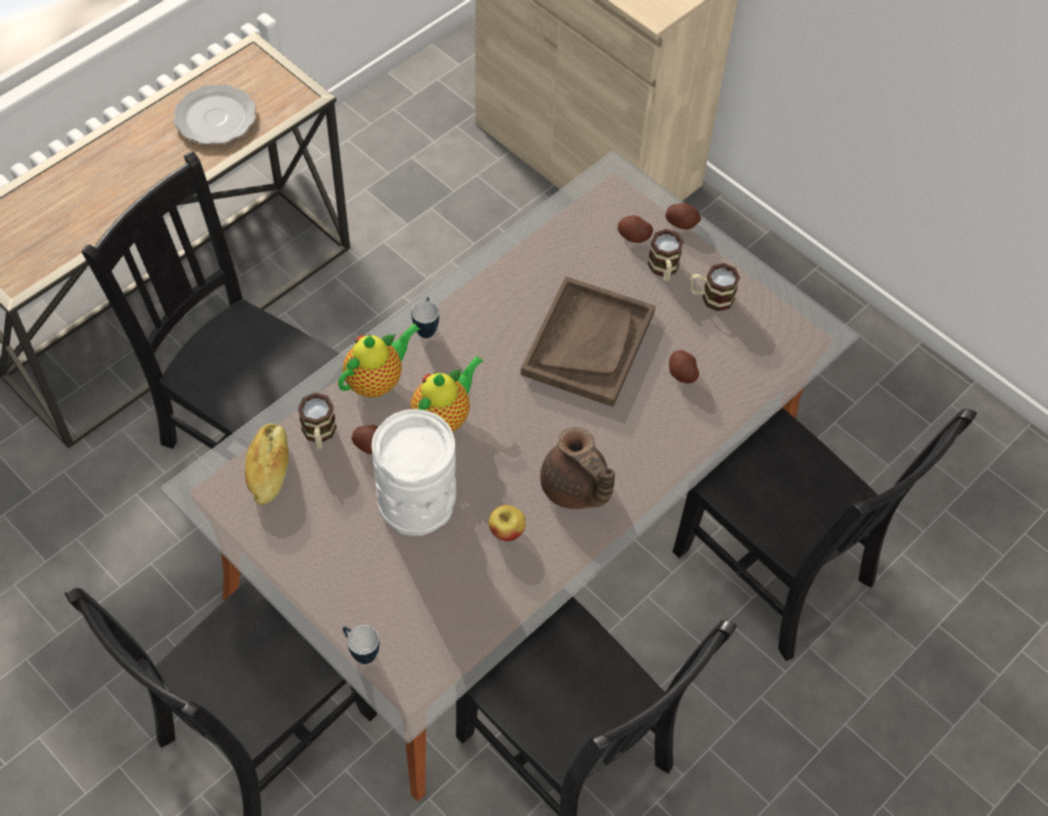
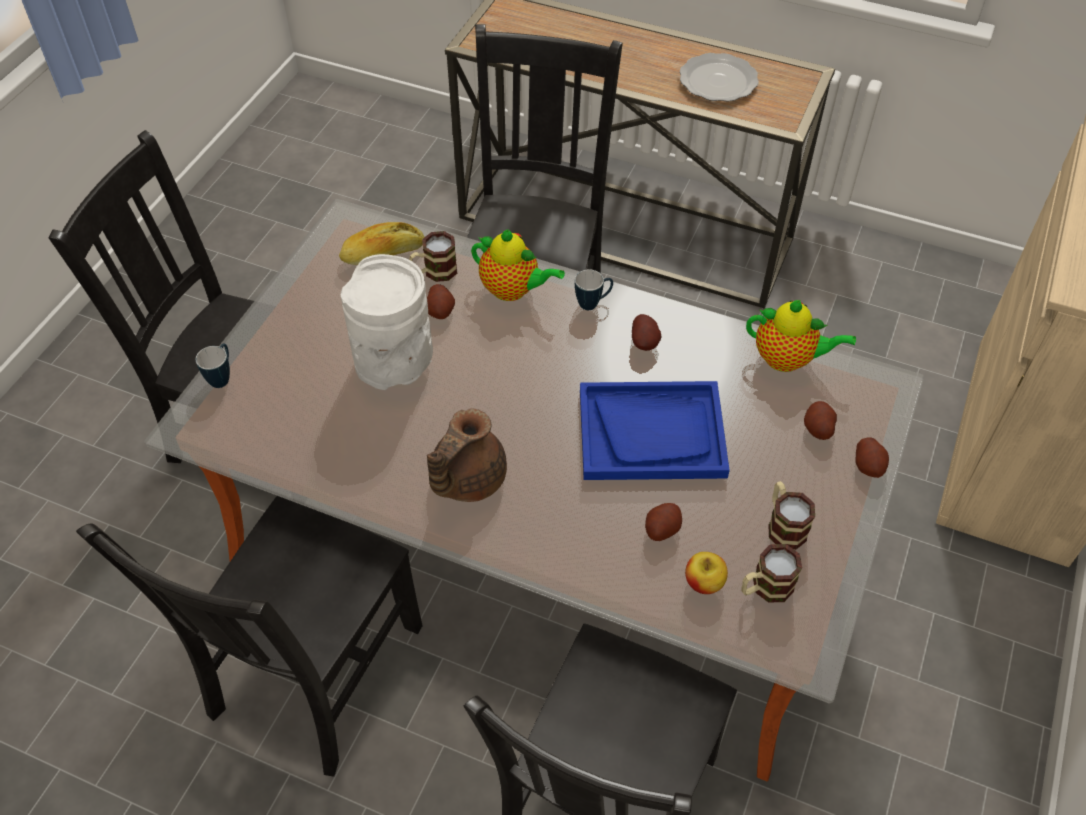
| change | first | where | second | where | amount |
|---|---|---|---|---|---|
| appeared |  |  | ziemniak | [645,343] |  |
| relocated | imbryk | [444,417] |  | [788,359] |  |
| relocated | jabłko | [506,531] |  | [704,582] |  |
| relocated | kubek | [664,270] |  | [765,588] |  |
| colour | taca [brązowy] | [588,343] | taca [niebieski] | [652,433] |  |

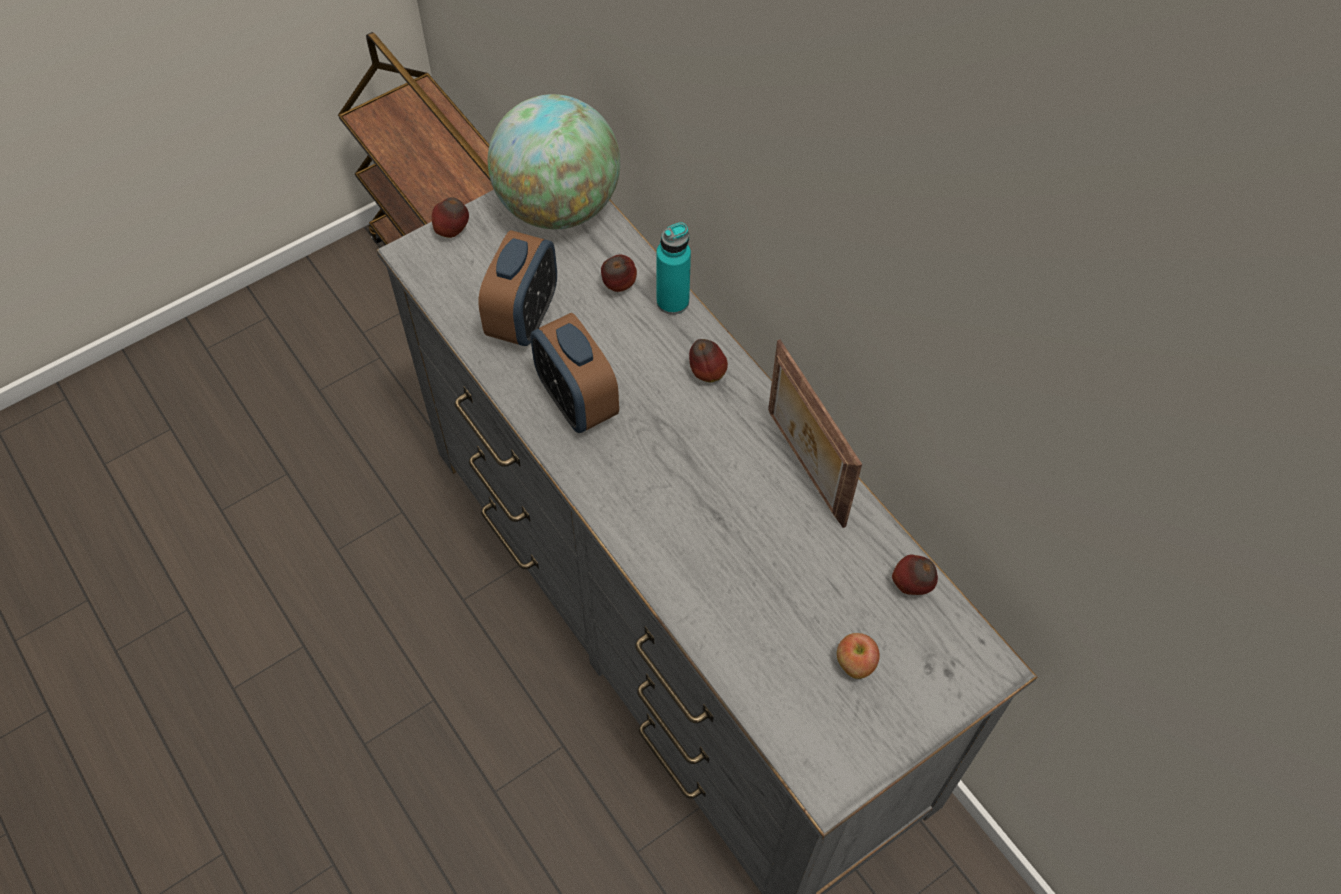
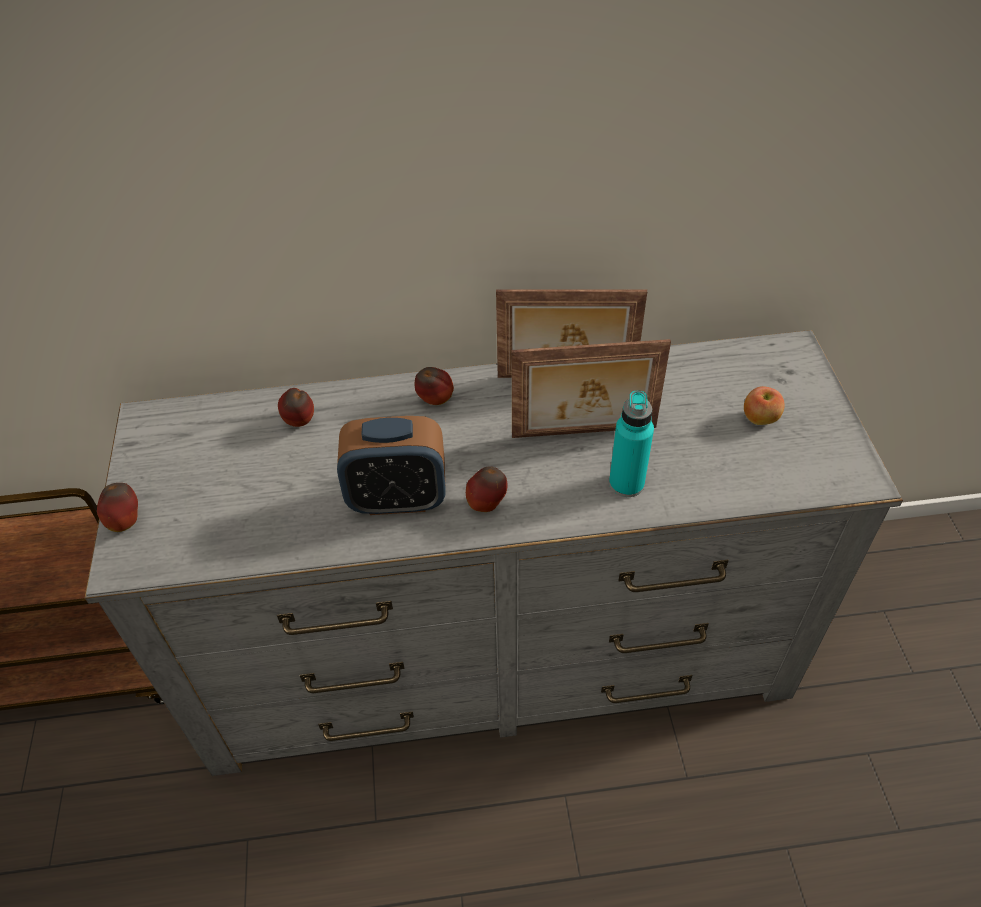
| change | first | where | second | where | amount |
|---|---|---|---|---|---|
| missing | budzik | [523,317] |  |  |  |
| missing | globus | [558,206] |  |  |  |
| appeared |  |  | ramka na zdjęcie | [584,433] |  |
| relocated | butelka [turkusowy] | [672,301] |  | [626,483] |  |
| relocated | jabłko | [911,586] |  | [487,504] |  |

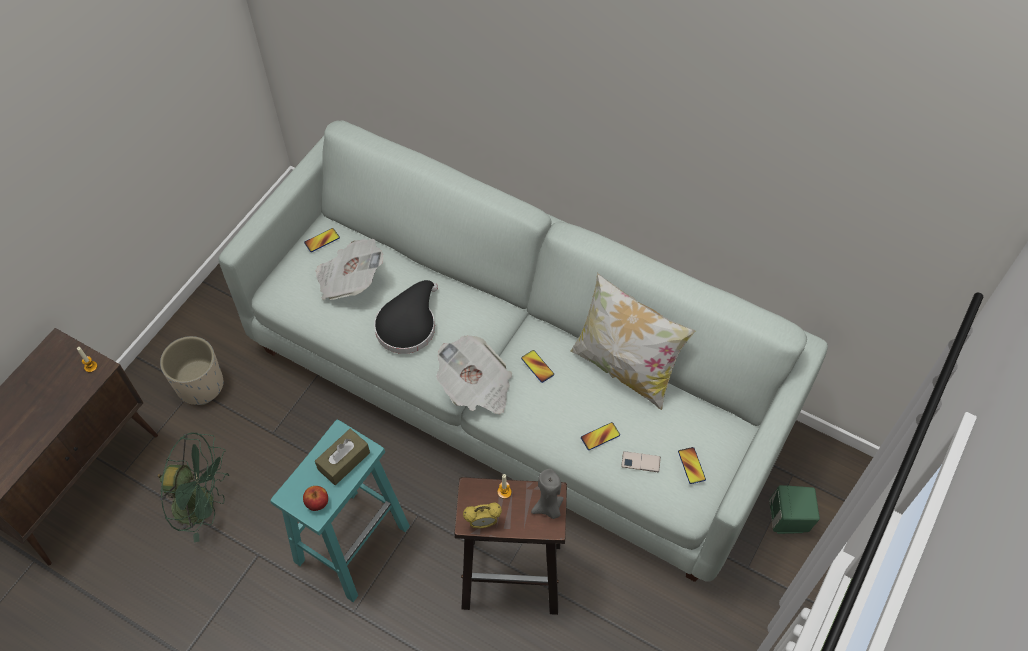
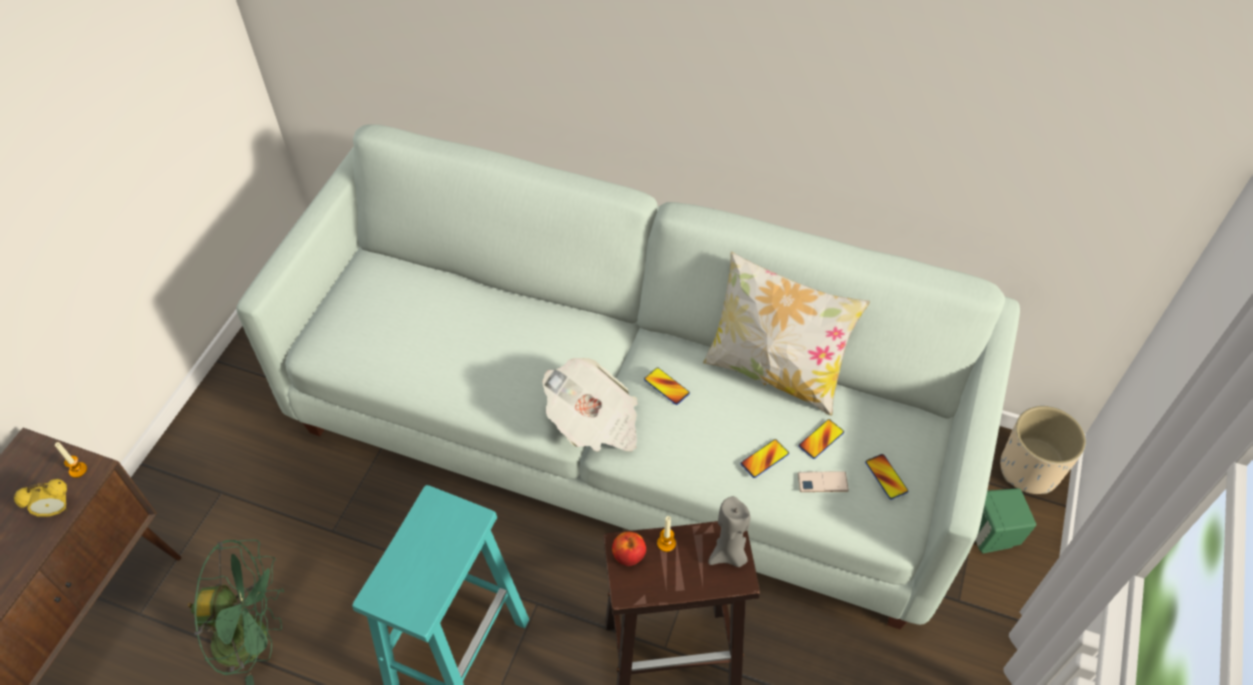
| change | first | where | second | where | amount |
|---|---|---|---|---|---|
| missing | gazeta | [349,280] |  |  |  |
| missing | pudełko chusteczek [brązowy] | [344,461] |  |  |  |
| missing | kapelusz [czarny] | [408,324] |  |  |  |
| relocated | donica [beżowy] | [201,385] |  | [1030,469] |  |
| relocated | jabłko | [317,503] |  | [628,555] |  |
| relocated | telefon | [322,240] |  | [821,439] |  |
| relocated | budzik | [483,523] |  | [56,510] |  |

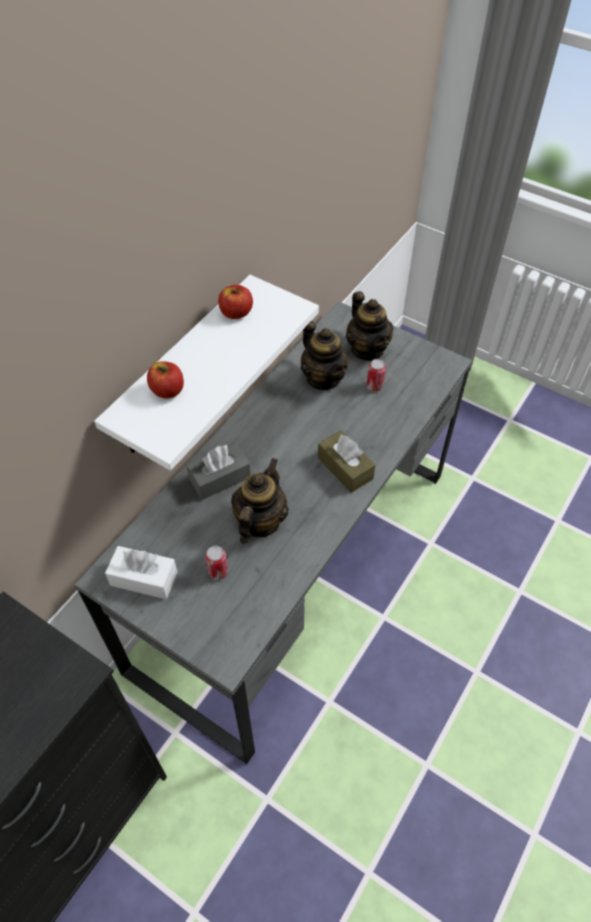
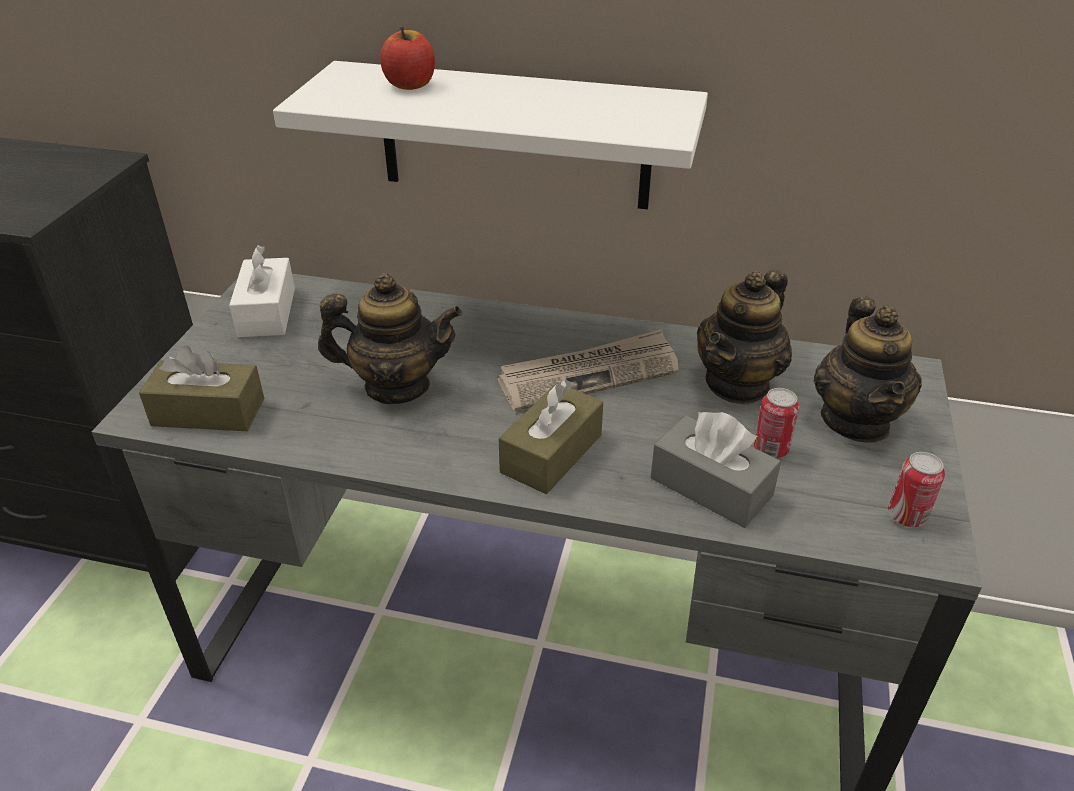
| change | first | where | second | where | amount |
|---|---|---|---|---|---|
| missing | jabłko | [236,313] |  |  |  |
| appeared |  |  | pudełko chusteczek [brązowy] | [208,412] |  |
| appeared |  |  | gazeta | [589,374] |  |
| relocated | pudełko chusteczek [szary] | [220,478] |  | [711,487] |  |
| relocated | puszka | [218,572] |  | [906,516] |  |
| spun | imbryk | [367,349] |  | [856,421] | 45 degrees counterclockwise |

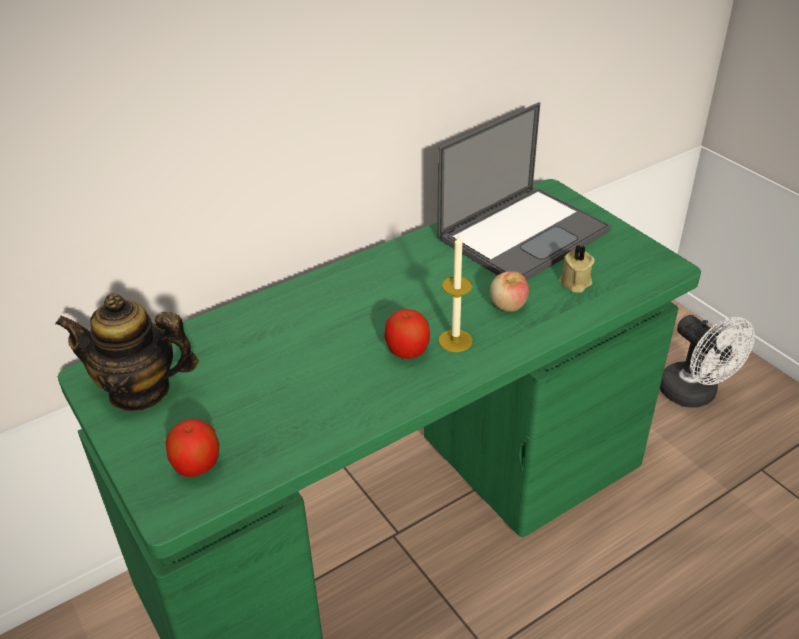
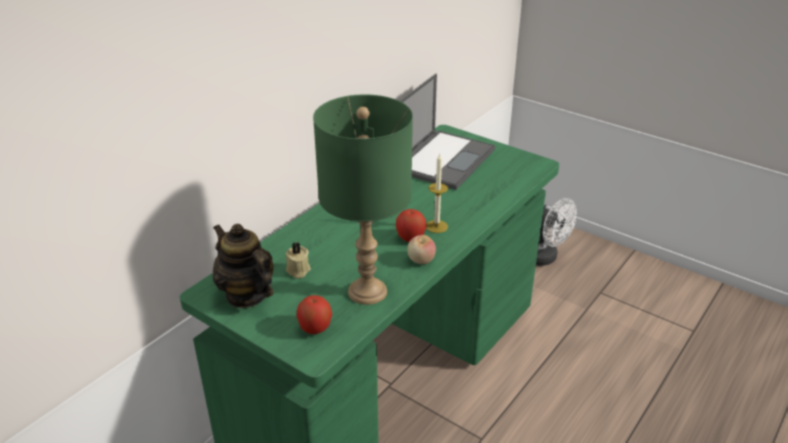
| change | first | where | second | where | amount |
|---|---|---|---|---|---|
| appeared |  |  | lampa stołowa [zielony] | [367,292] |  |
| relocated | jabłko | [508,305] |  | [421,260] |  |
| relocated | świeca [beżowy] | [575,283] |  | [298,271] |  |
| spun | imbryk | [140,390] |  | [246,295] | 60 degrees clockwise |

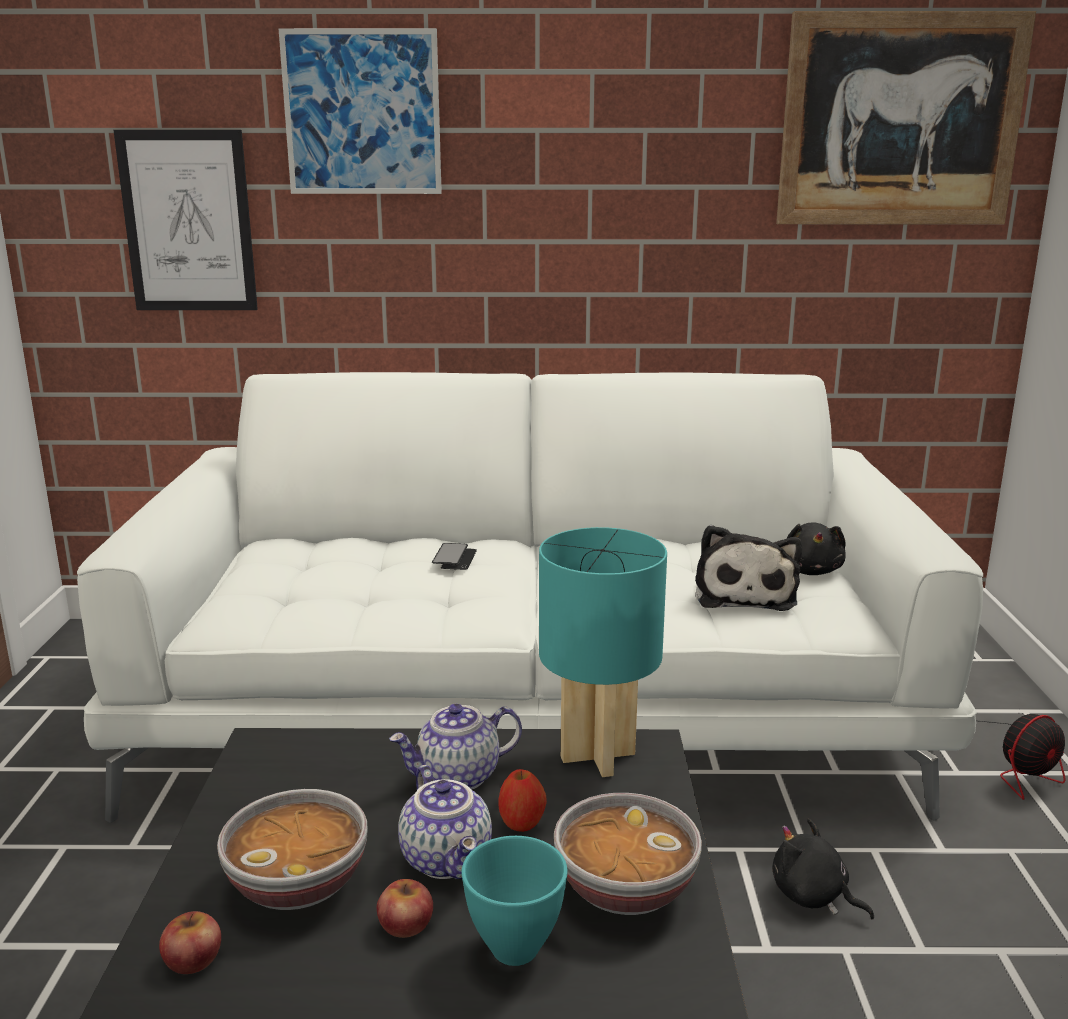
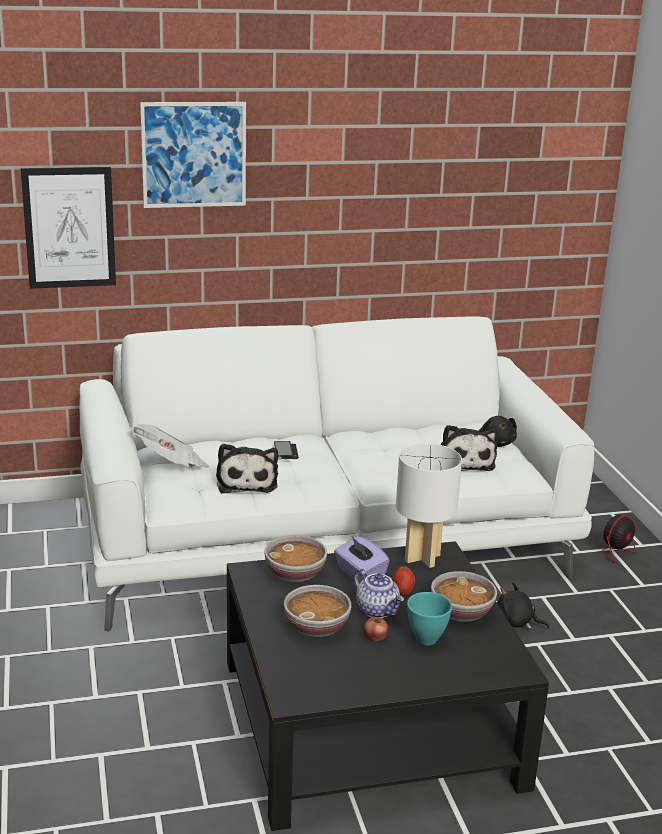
| change | first | where | second | where | amount |
|---|---|---|---|---|---|
| missing | jabłko | [193,959] |  |  |  |
| missing | obraz | [900,121] |  |  |  |
| appeared |  |  | gazeta | [171,465] |  |
| appeared |  |  | pluszak | [247,482] |  |
| appeared |  |  | miska | [295,574] |  |
| exchanged | imbryk | [458,777] | pudełko chusteczek [fioletowy] | [360,575] |  |
| colour | lampa stołowa [turkusowy] | [599,755] | lampa stołowa [biały] | [423,557] |  |

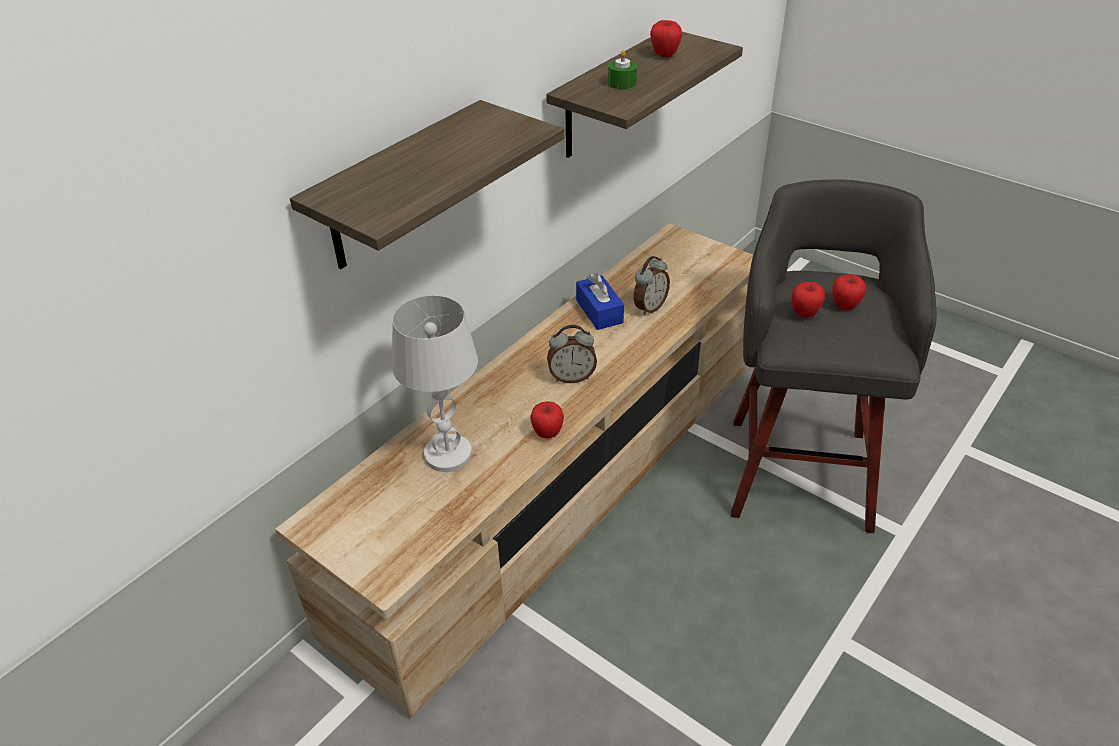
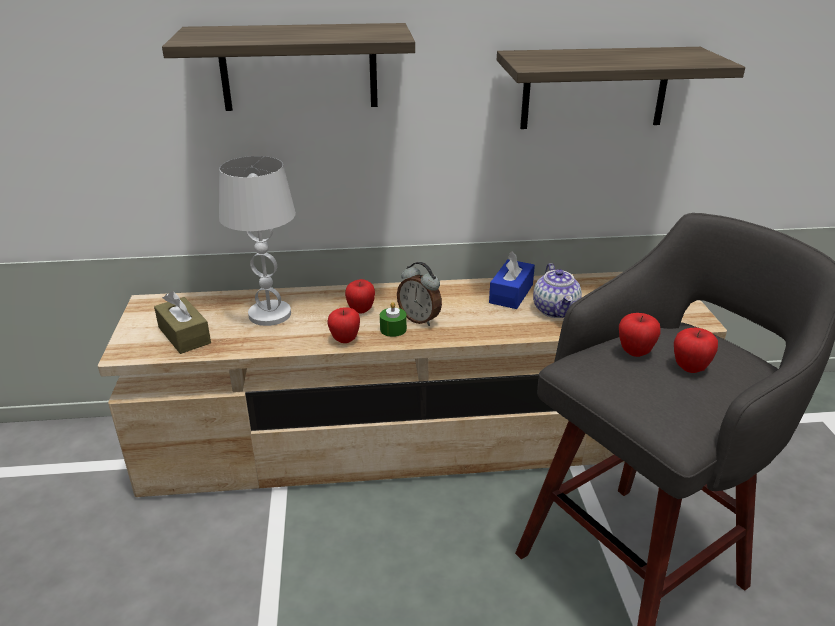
| change | first | where | second | where | amount |
|---|---|---|---|---|---|
| appeared |  |  | pudełko chusteczek [brązowy] | [184,335] |  |
| relocated | świeca [zielony] | [622,83] |  | [393,329] |  |
| relocated | jabłko | [664,55] |  | [361,310] |  |
| exchanged | budzik | [649,307] | imbryk | [556,310] |  |

